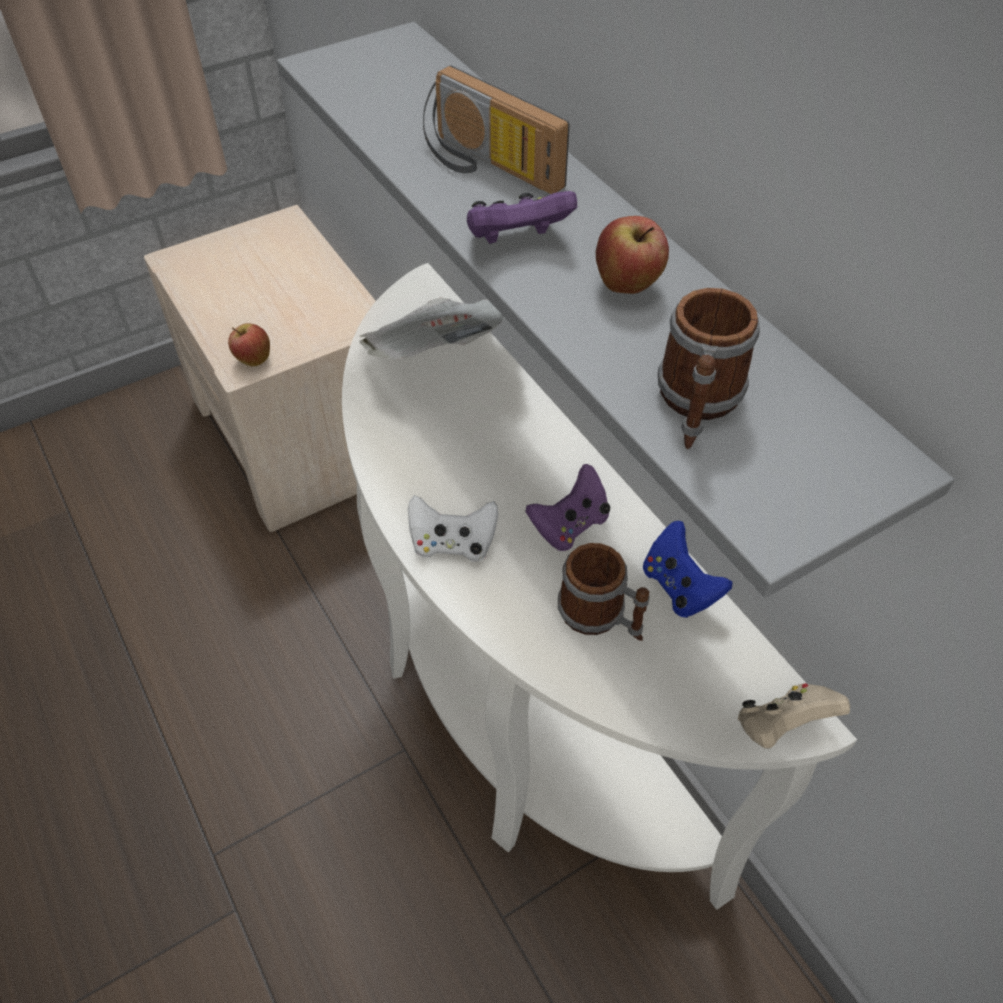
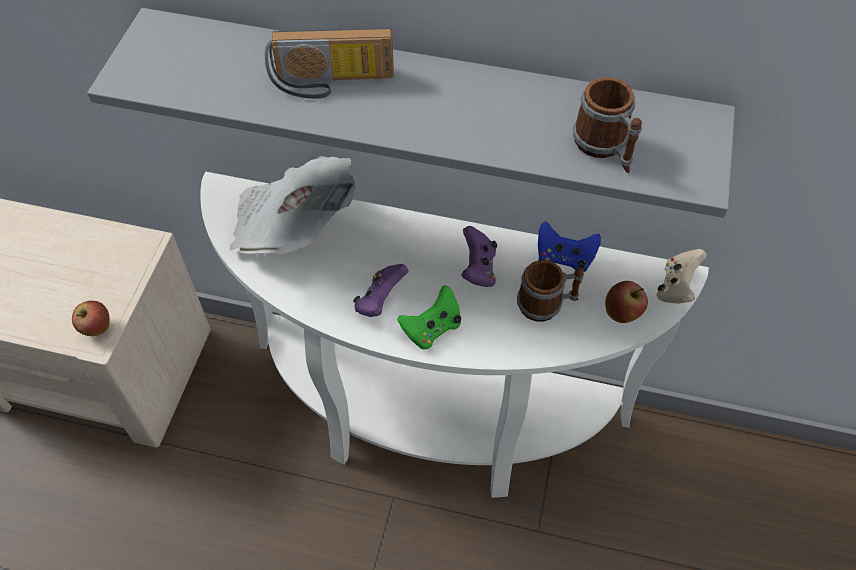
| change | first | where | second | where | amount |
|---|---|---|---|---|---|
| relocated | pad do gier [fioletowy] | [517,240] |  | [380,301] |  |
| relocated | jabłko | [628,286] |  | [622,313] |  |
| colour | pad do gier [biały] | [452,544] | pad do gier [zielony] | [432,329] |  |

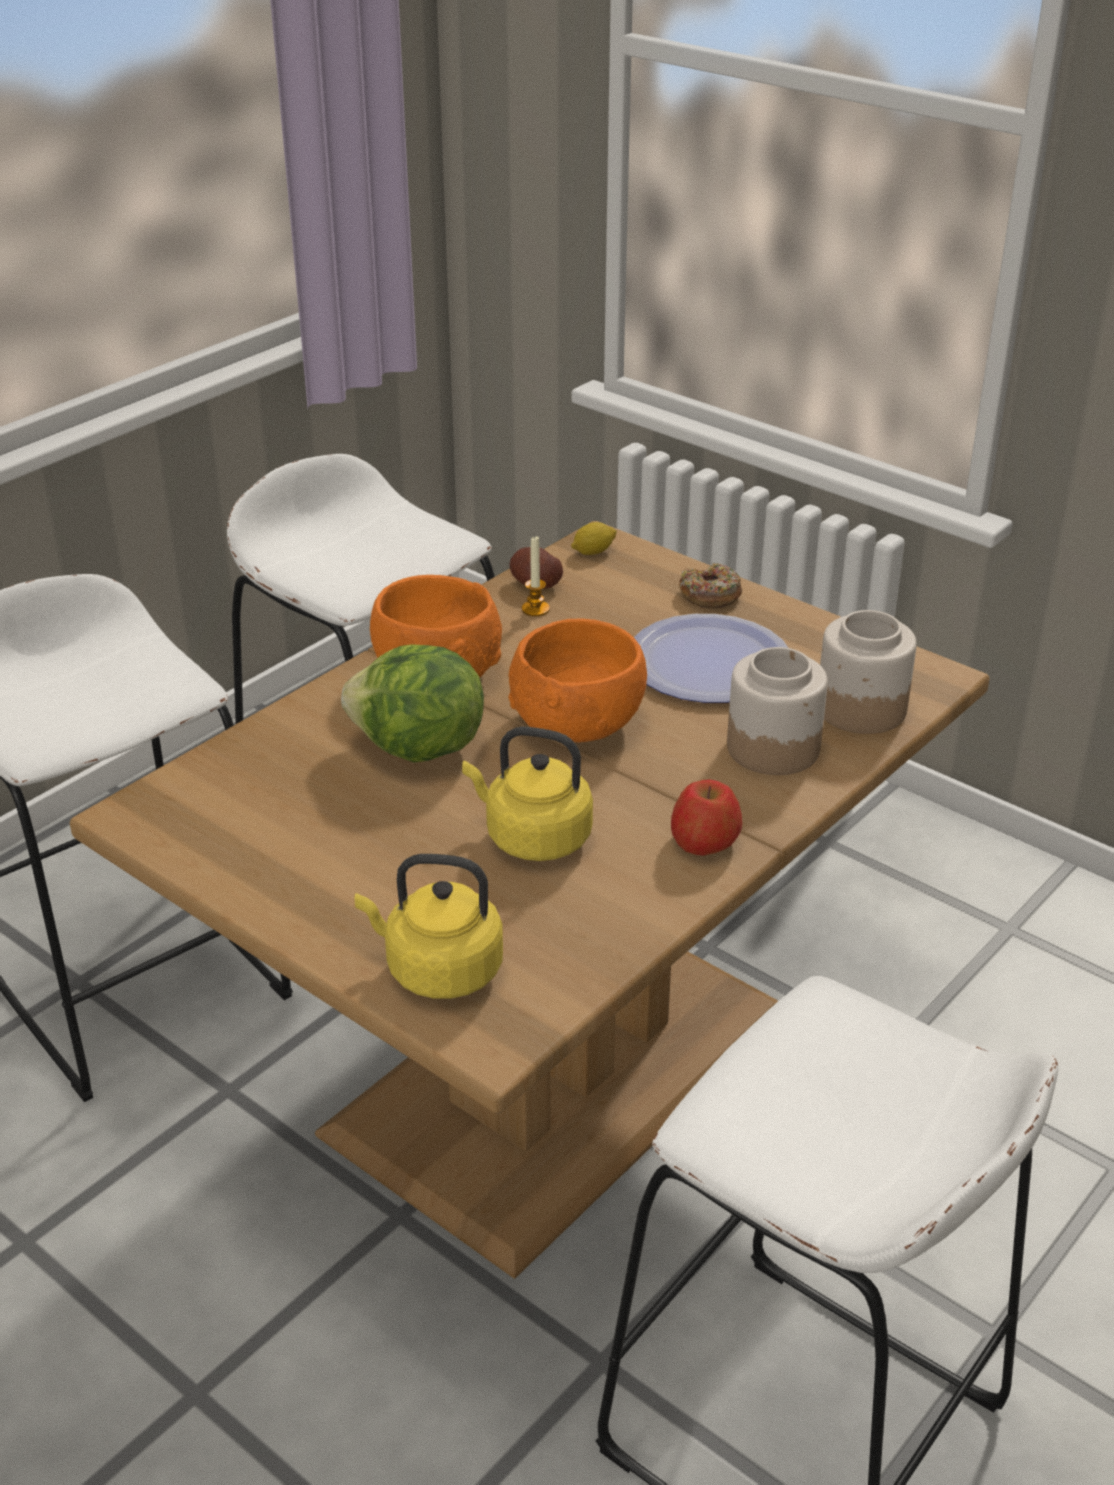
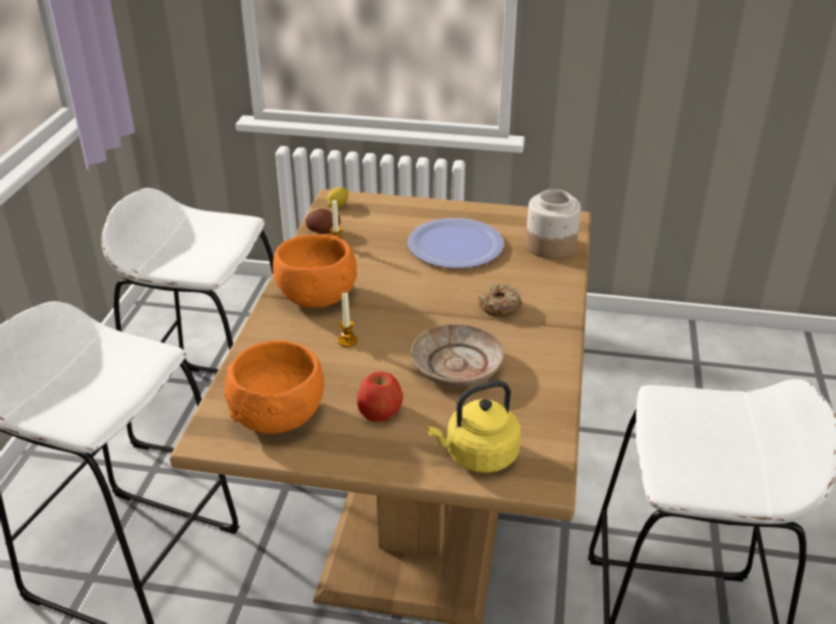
| change | first | where | second | where | amount |
|---|---|---|---|---|---|
| missing | słoik | [773,748] |  |  |  |
| relocated | miska [pomarańczowy] | [578,724] |  | [279,416] |  |
| relocated | jabłko | [704,842] |  | [380,411] |  |
| relocated | donut | [710,595] |  | [499,306] |  |
| exchanged | sałata | [418,750] | świeca | [347,341] |  |
| exchanged | czajnik [żółty] | [533,838] | talerz [beżowy] | [457,366] |  |

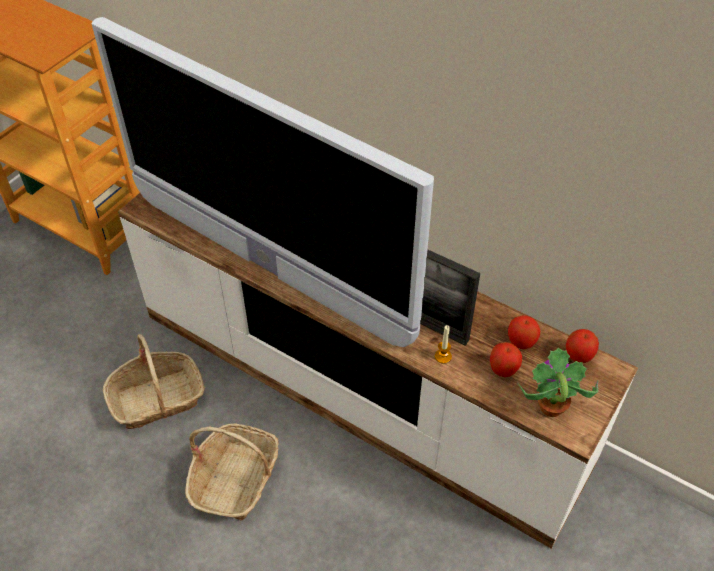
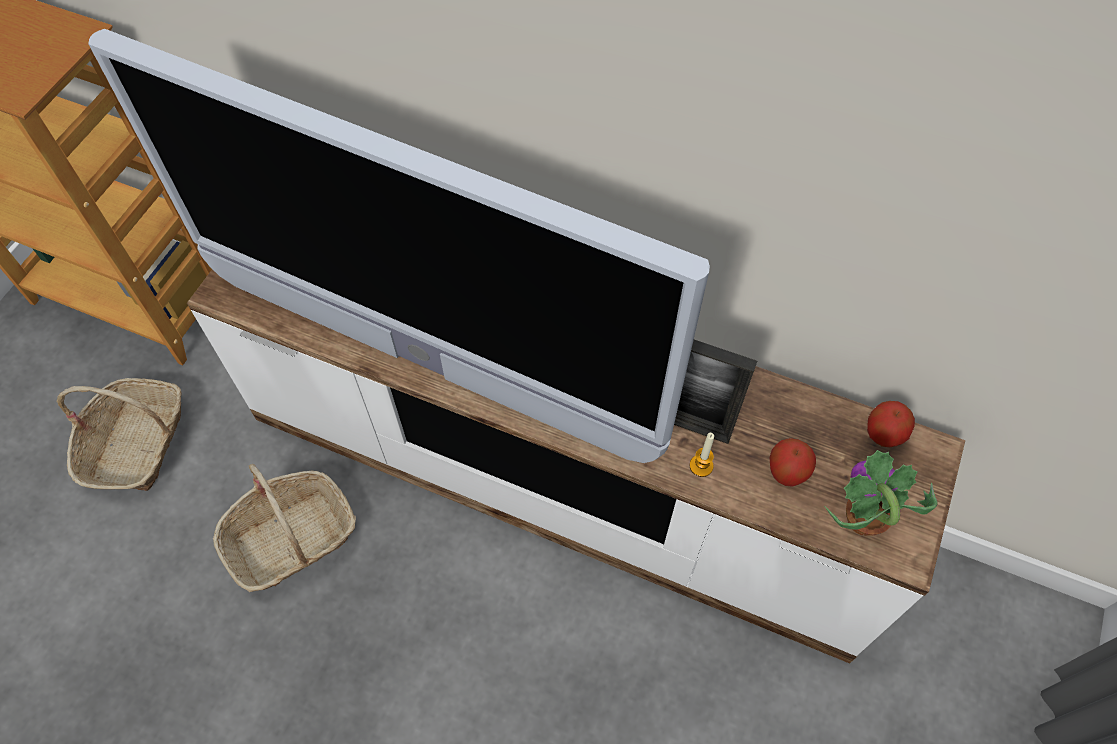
| change | first | where | second | where | amount |
|---|---|---|---|---|---|
| missing | jabłko | [521,341] |  |  |  |
| relocated | koszyk | [235,479] |  | [137,444] |  |

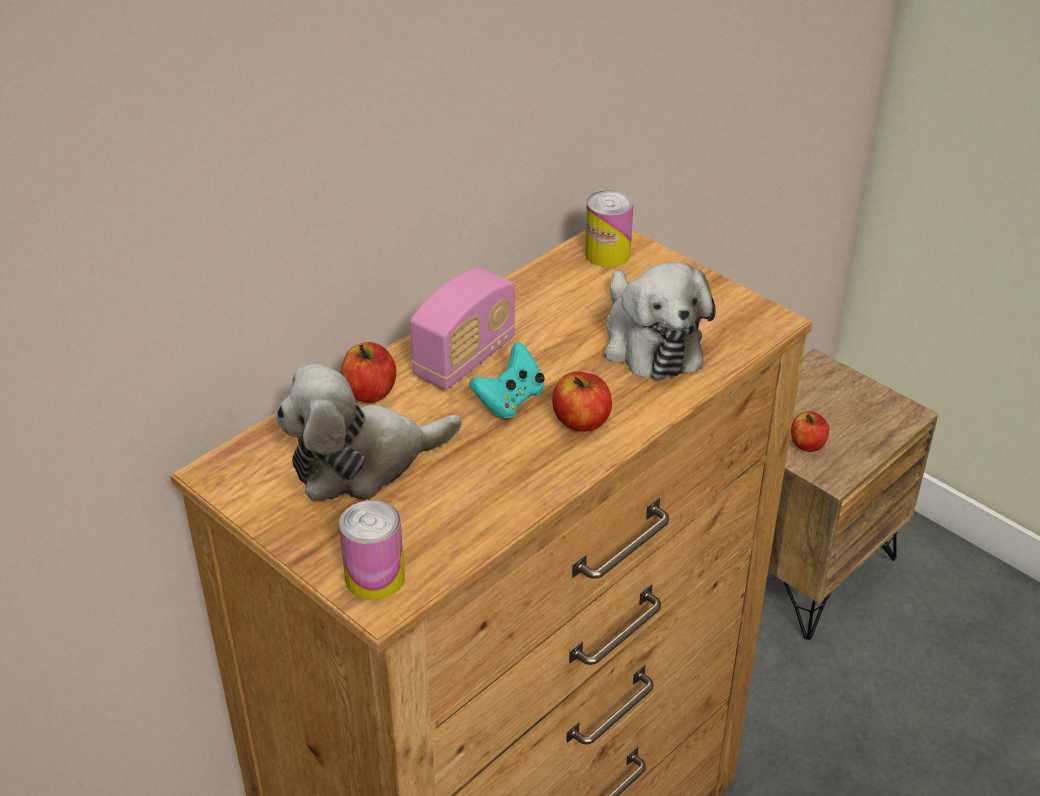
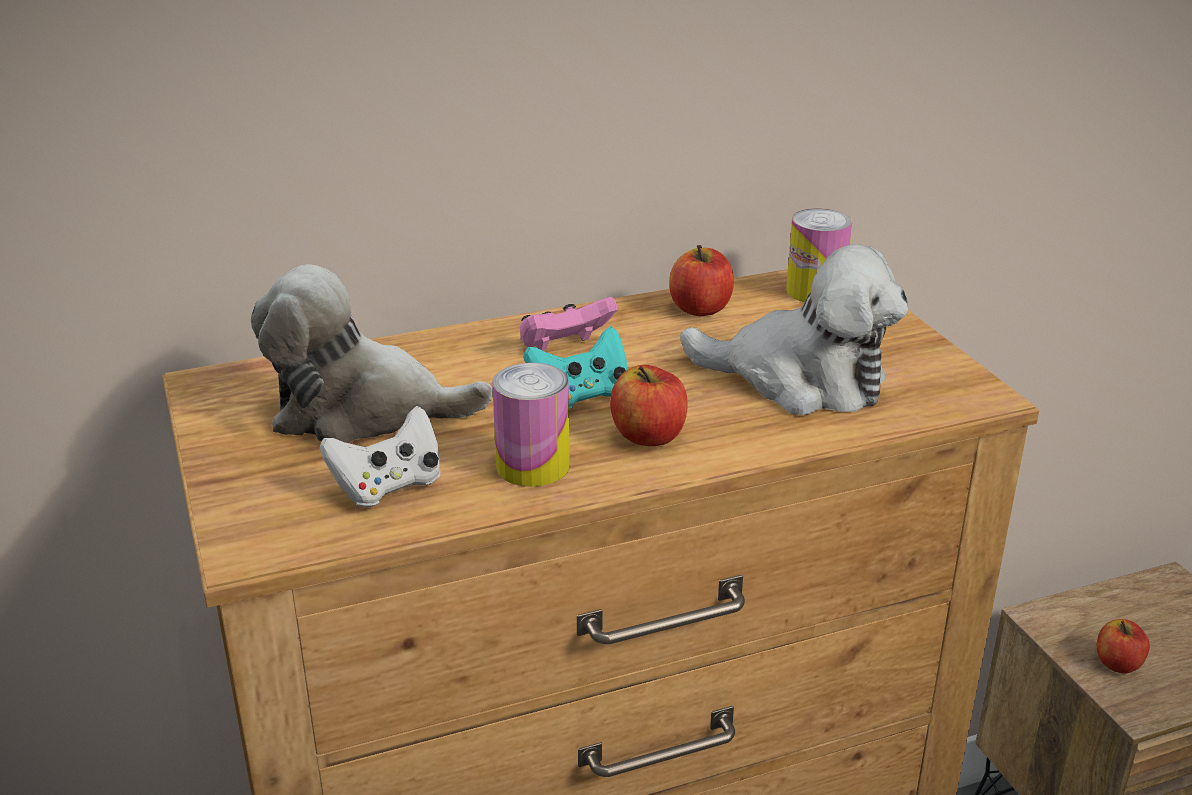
| change | first | where | second | where | amount |
|---|---|---|---|---|---|
| appeared |  |  | pad do gier [biały] | [388,486] |  |
| relocated | puszka | [375,577] |  | [532,466] |  |
| relocated | jabłko | [370,392] |  | [700,309] |  |
| exchanged | radio | [465,358] | pad do gier [różowy] | [564,347] |  |
| spun | pluszak | [649,341] |  | [800,380] | 75 degrees counterclockwise |

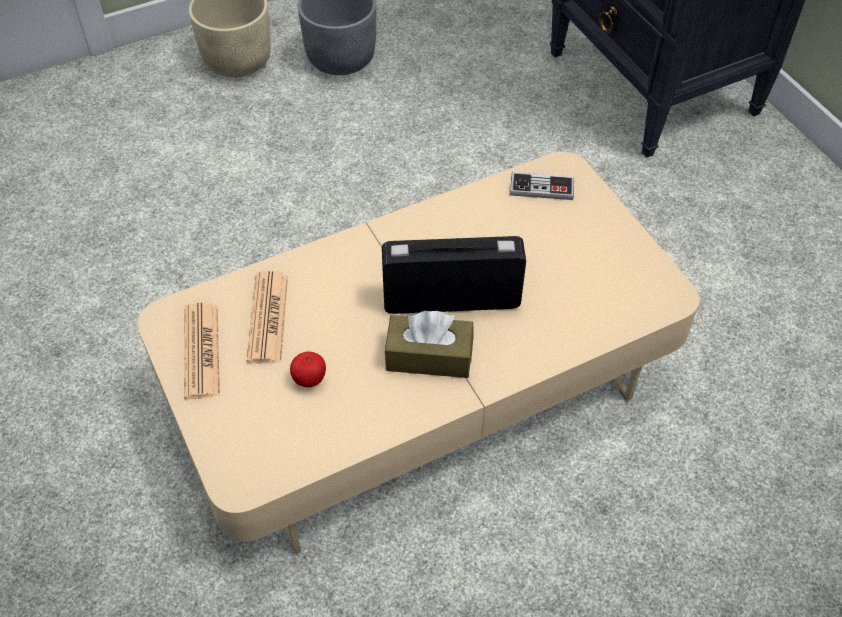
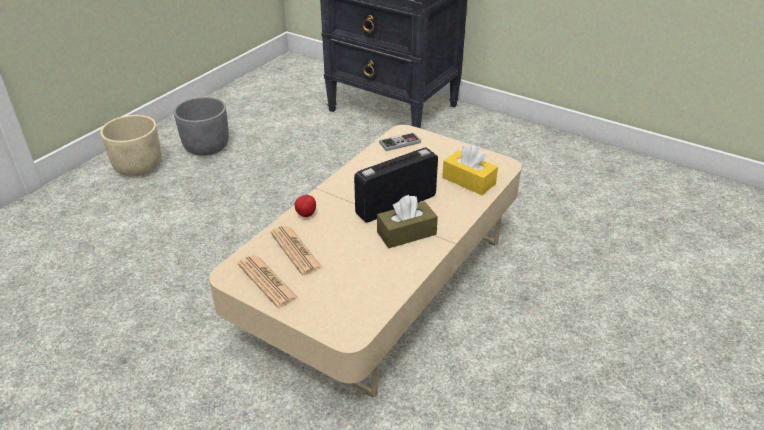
| change | first | where | second | where | amount |
|---|---|---|---|---|---|
| appeared |  |  | pudełko chusteczek [żółty] | [468,181] |  |
| relocated | jabłko | [309,380] |  | [306,215] |  |

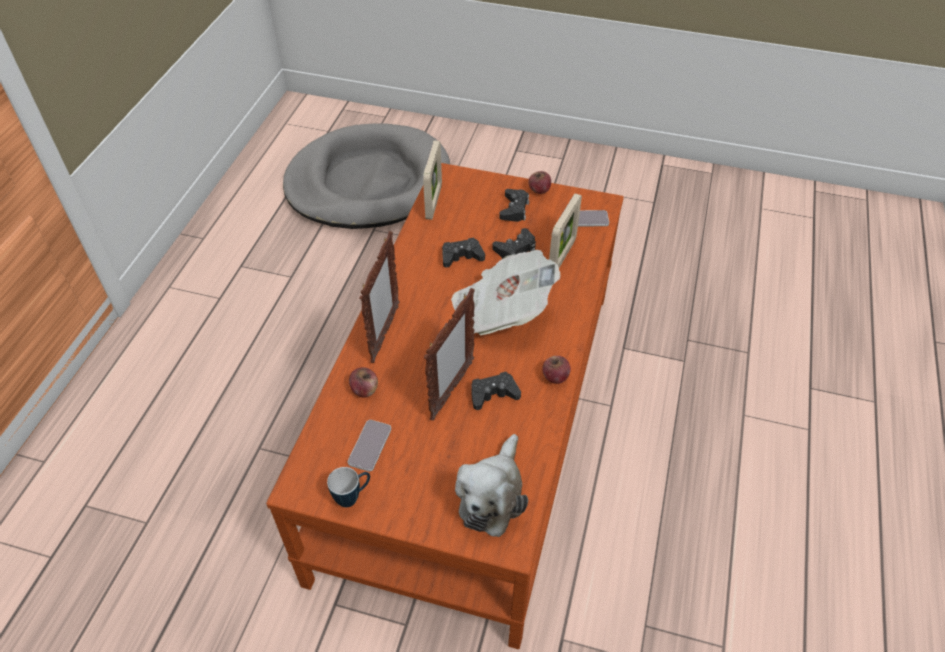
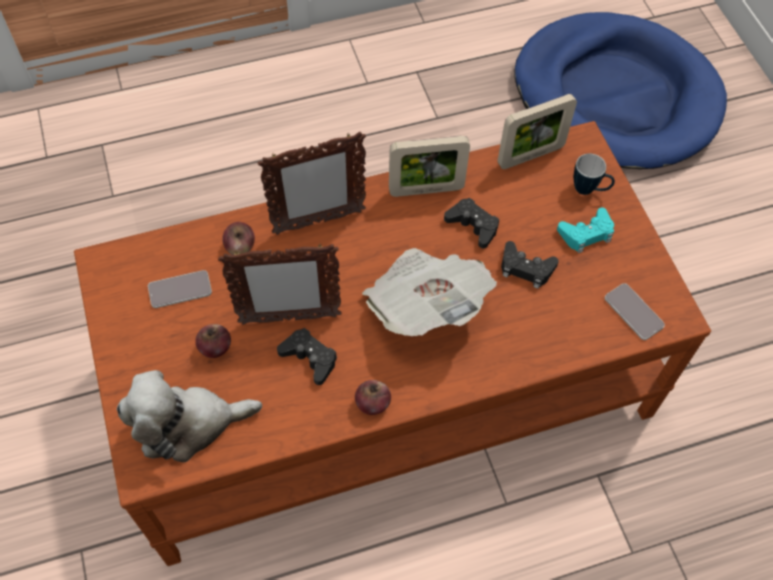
| change | first | where | second | where | amount |
|---|---|---|---|---|---|
| relocated | kubek | [353,497] |  | [589,190] |  |
| relocated | jabłko | [539,190] |  | [215,347] |  |
| relocated | ramka na zdjęcie | [562,256] |  | [426,190] |  |
| colour | legowisko [szary] | [368,182] | legowisko [niebieski] | [615,96] |  |
| colour | pad do gier [czarny] | [514,209] | pad do gier [turkusowy] | [586,234] |  |

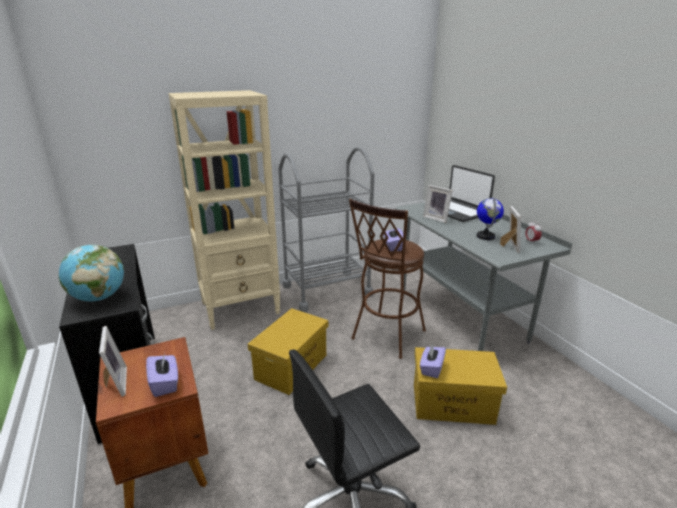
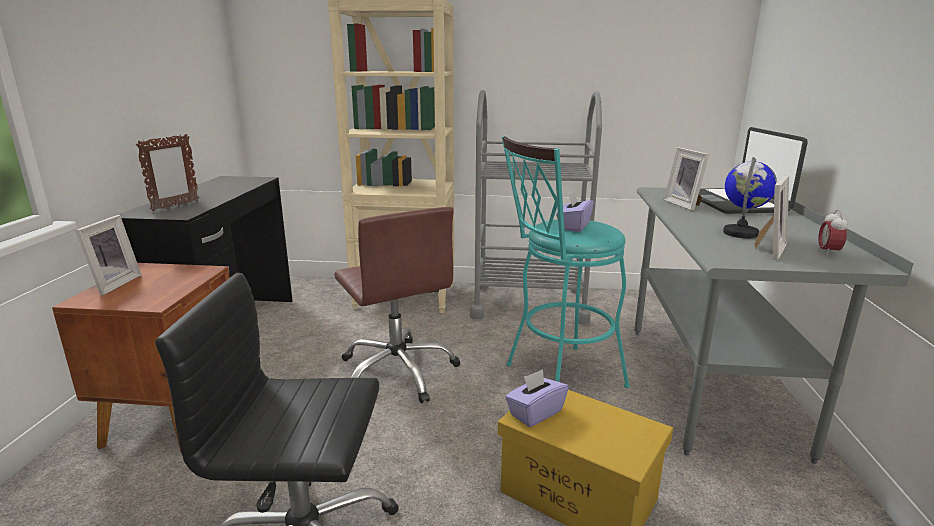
| change | first | where | second | where | amount |
|---|---|---|---|---|---|
| missing | pudełko chusteczek [fioletowy] | [165,383] |  |  |  |
| exchanged | globus | [99,298] | ramka na zdjęcie | [175,206] |  |
| exchanged | pojemnik do przechowywania [żółty] | [291,367] | krzesło biurowe [brązowy] | [398,371] |  |
| colour | stołek [brązowy] | [385,337] | stołek [turkusowy] | [556,377] |  |

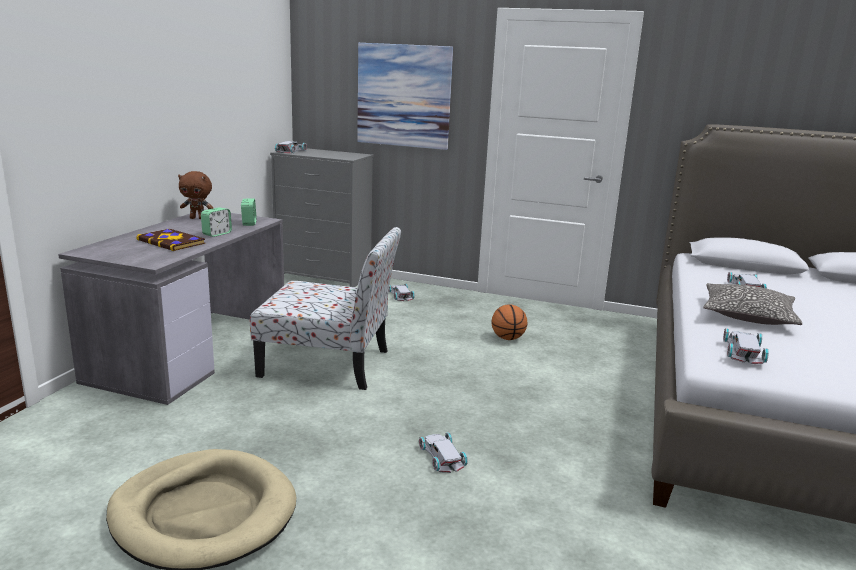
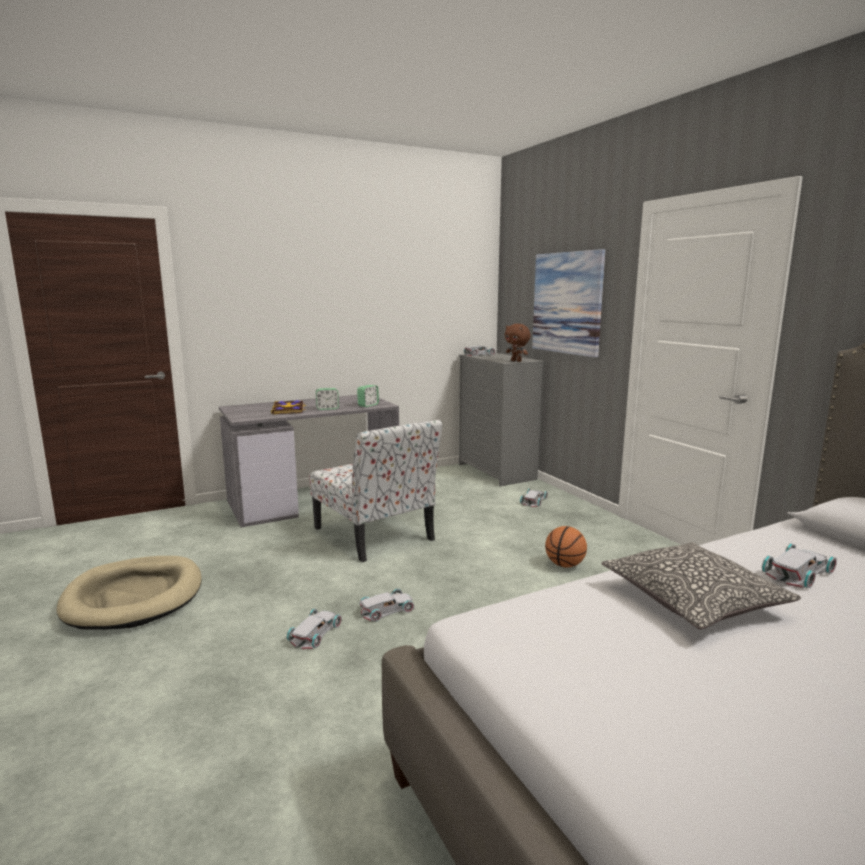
| change | first | where | second | where | amount |
|---|---|---|---|---|---|
| relocated | pluszak [brązowy] | [198,218] |  | [516,361] |  |
| relocated | samochodzik [biały] | [744,351] |  | [387,610] |  |

